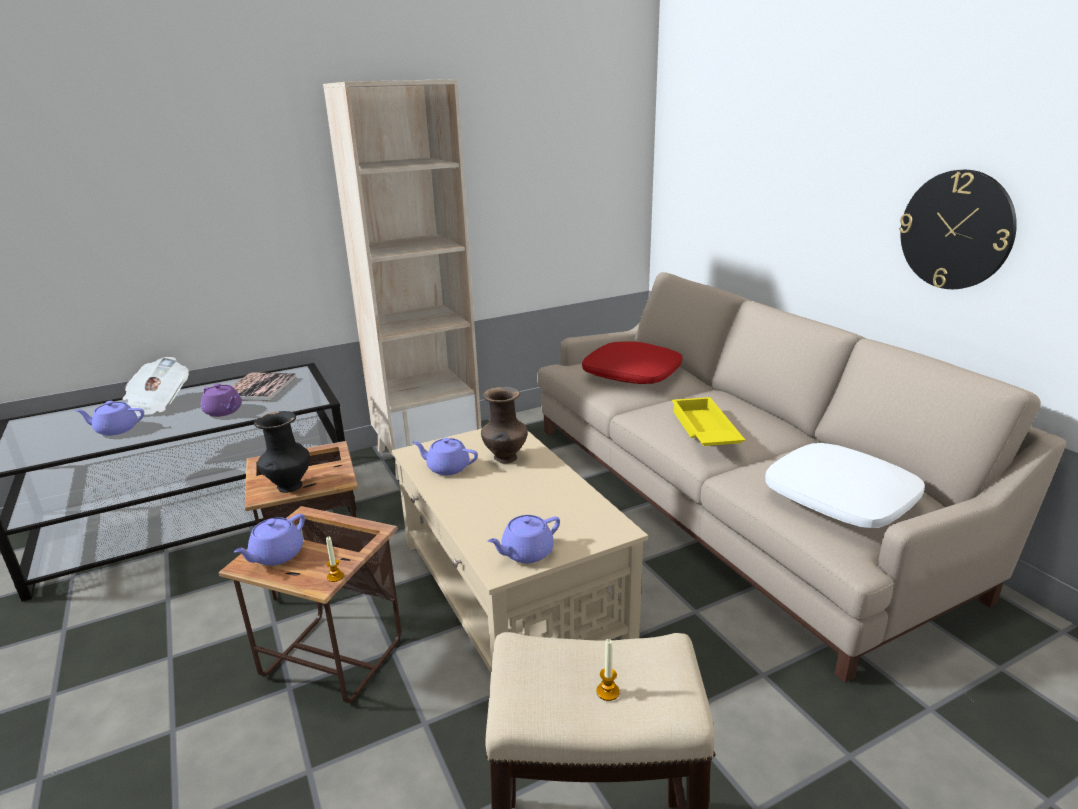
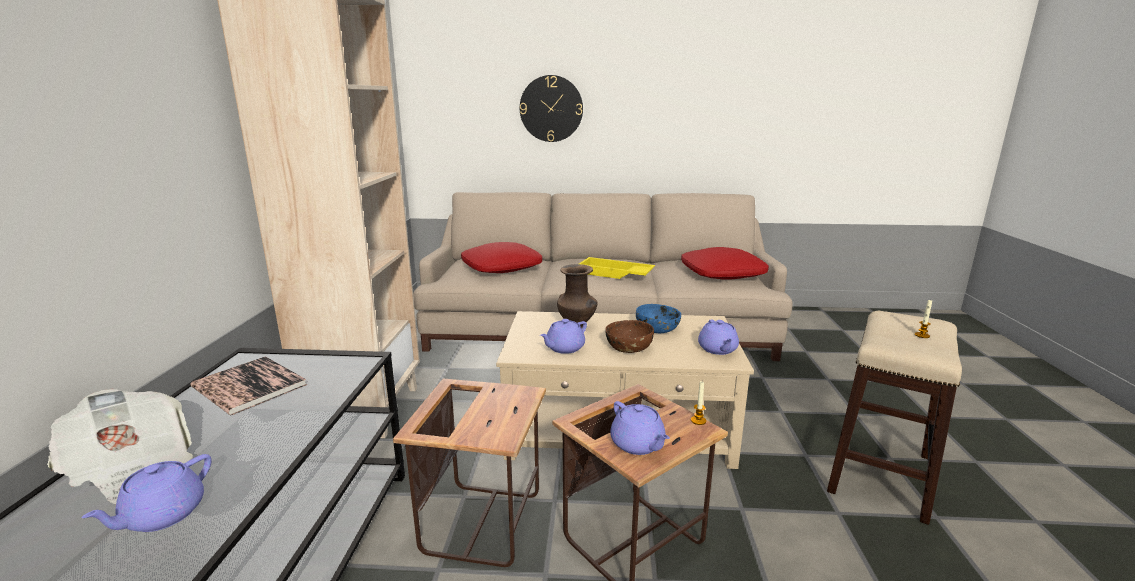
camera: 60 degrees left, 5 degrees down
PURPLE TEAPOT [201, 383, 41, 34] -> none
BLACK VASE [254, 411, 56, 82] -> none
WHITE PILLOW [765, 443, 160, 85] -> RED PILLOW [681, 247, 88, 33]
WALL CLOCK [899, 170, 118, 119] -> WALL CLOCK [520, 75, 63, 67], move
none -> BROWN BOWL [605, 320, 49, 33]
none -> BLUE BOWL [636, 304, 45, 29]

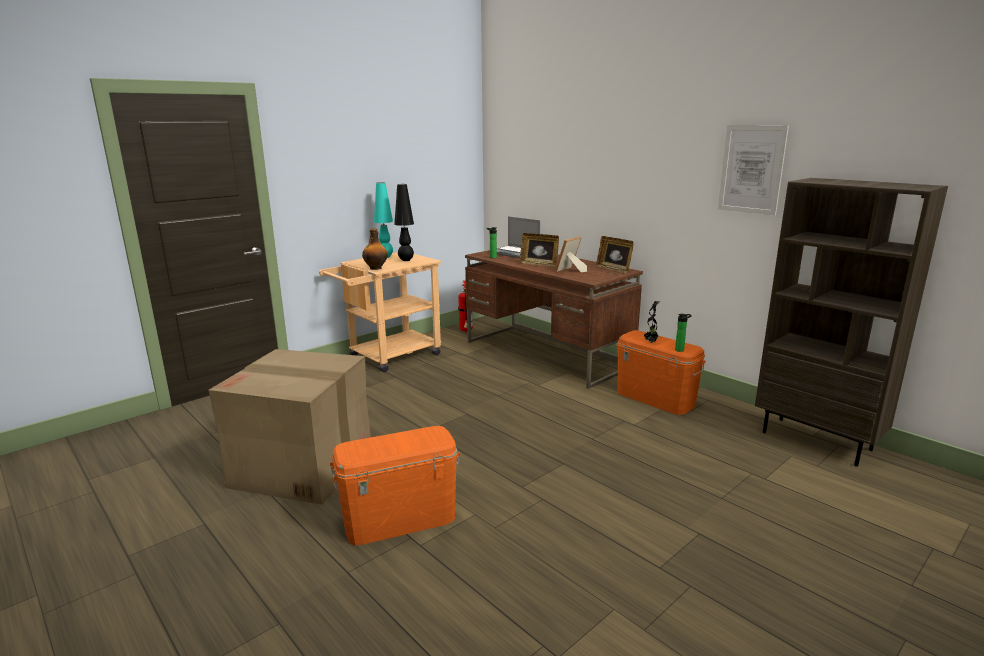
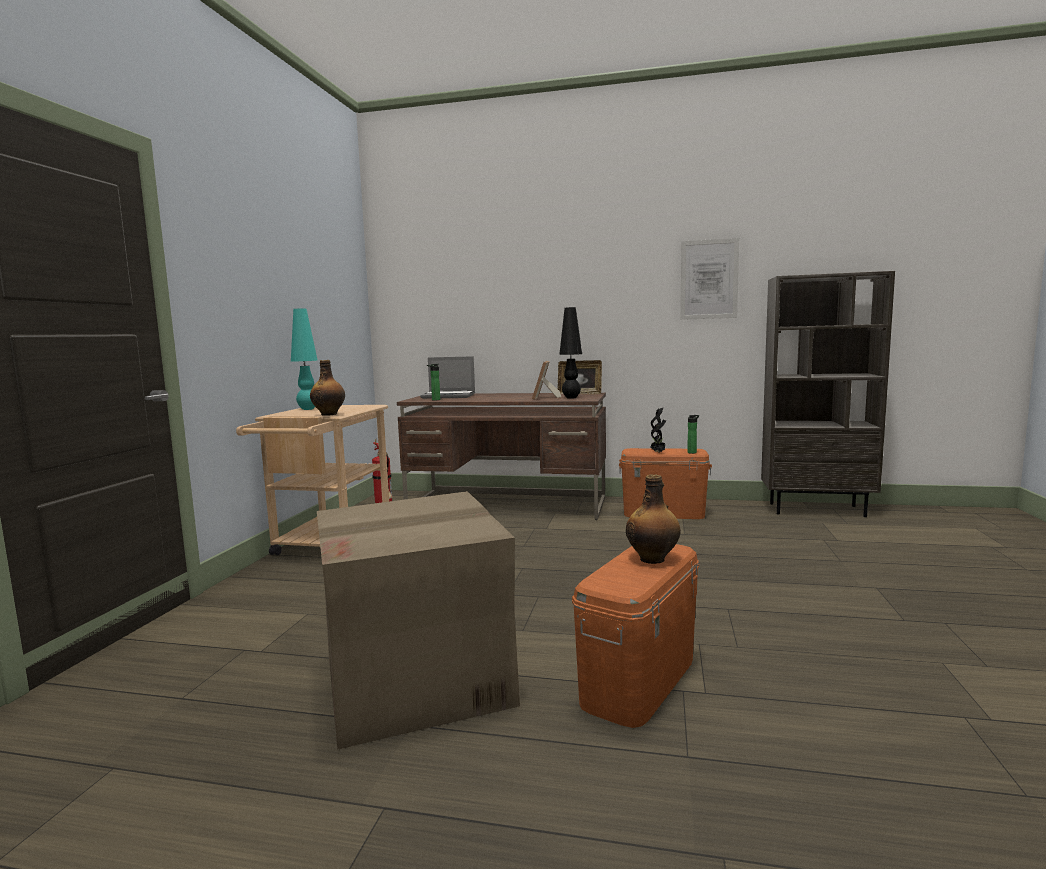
camera: 35 degrees left, 10 degrees down
BLACK TABLE LAMP [394, 184, 20, 77] -> BLACK TABLE LAMP [559, 307, 23, 92], move
PICTURE FRAME [520, 233, 39, 34] -> none
none -> BOTTLE [626, 474, 55, 90]

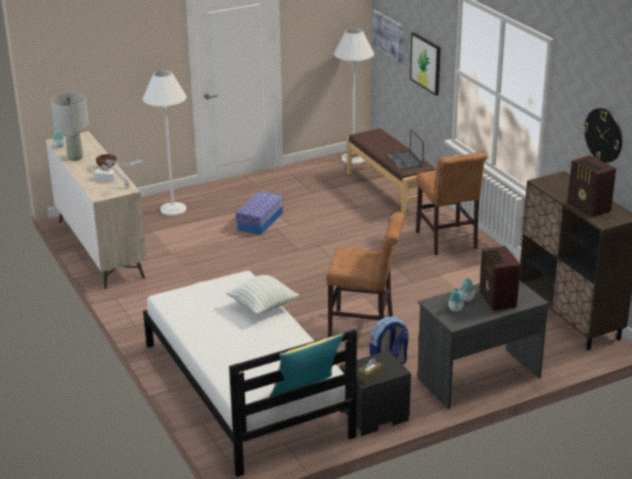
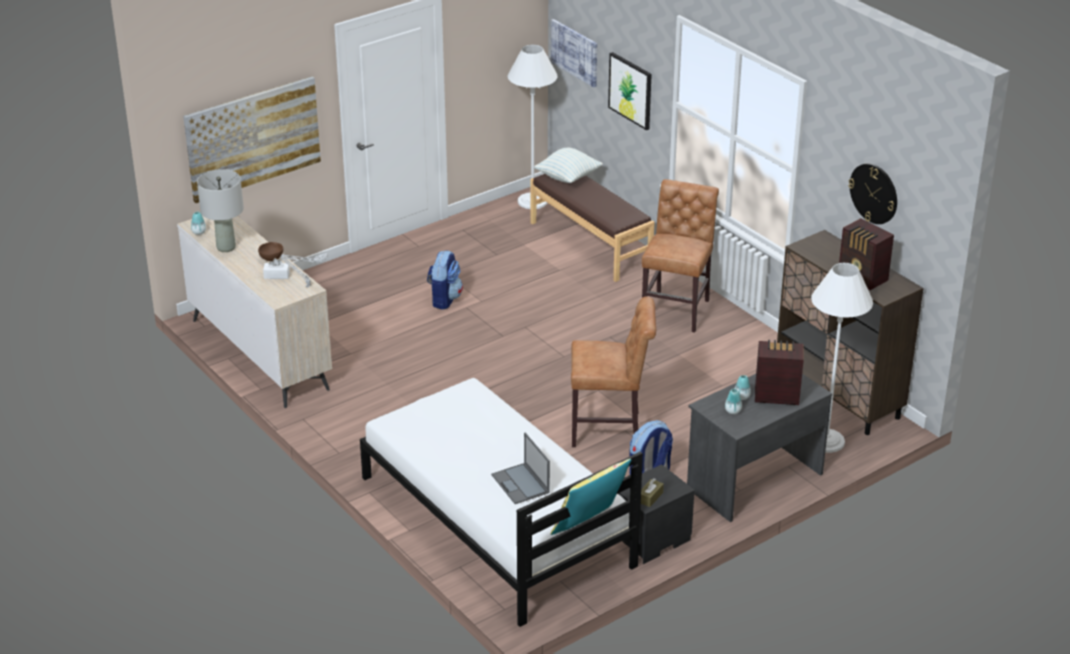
camera: 10 degrees left, 5 degrees up
WHITE FLOOR LAMP [143, 70, 44, 146] -> WHITE FLOOR LAMP [811, 263, 62, 190], move
PILLOW [226, 275, 73, 39] -> PILLOW [534, 148, 69, 35], move
STORAGE BOX [236, 191, 47, 44] -> BACKPACK [427, 250, 36, 60]
LAPTOP [387, 128, 37, 42] -> LAPTOP [491, 432, 59, 72], move
BROWN CHAIR [416, 152, 71, 103] -> BROWN CHAIR [642, 179, 77, 154], 135 degrees counterclockwise
RADIO [479, 246, 41, 65] -> RADIO [755, 340, 49, 65], 120 degrees clockwise
none -> PICTURE [183, 76, 138, 127]

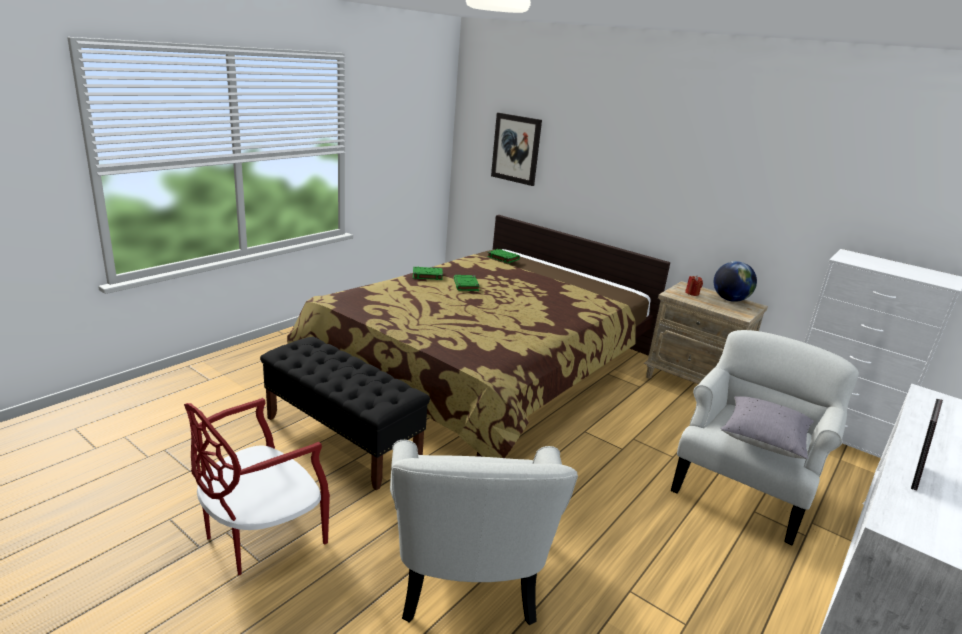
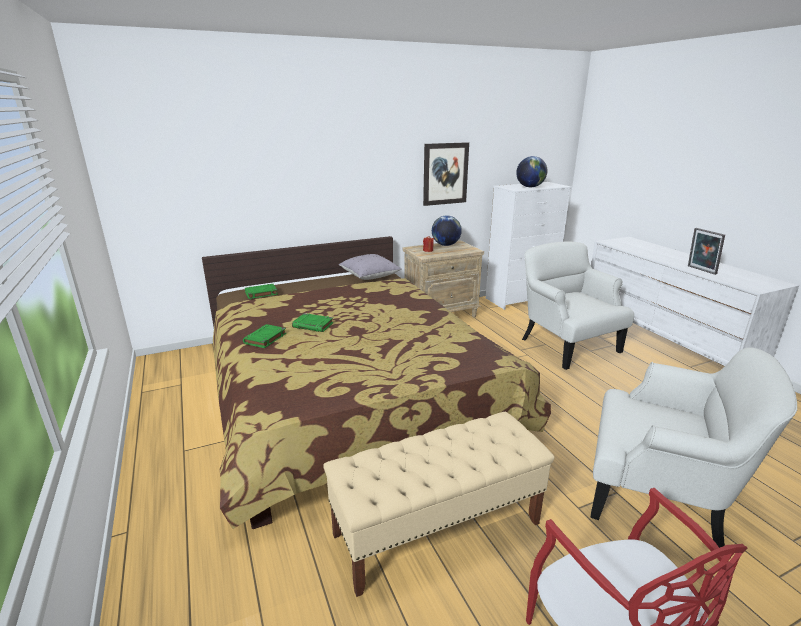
camera: 60 degrees left, 0 degrees up
BLACK BENCH [260, 337, 170, 154] -> BEIGE BENCH [323, 412, 231, 185]
PICTURE [491, 113, 51, 73] -> PICTURE [423, 142, 46, 64], move
GREY PILLOW [721, 396, 93, 63] -> GREY PILLOW [339, 254, 63, 26], move
none -> GLOBE [516, 156, 31, 31]

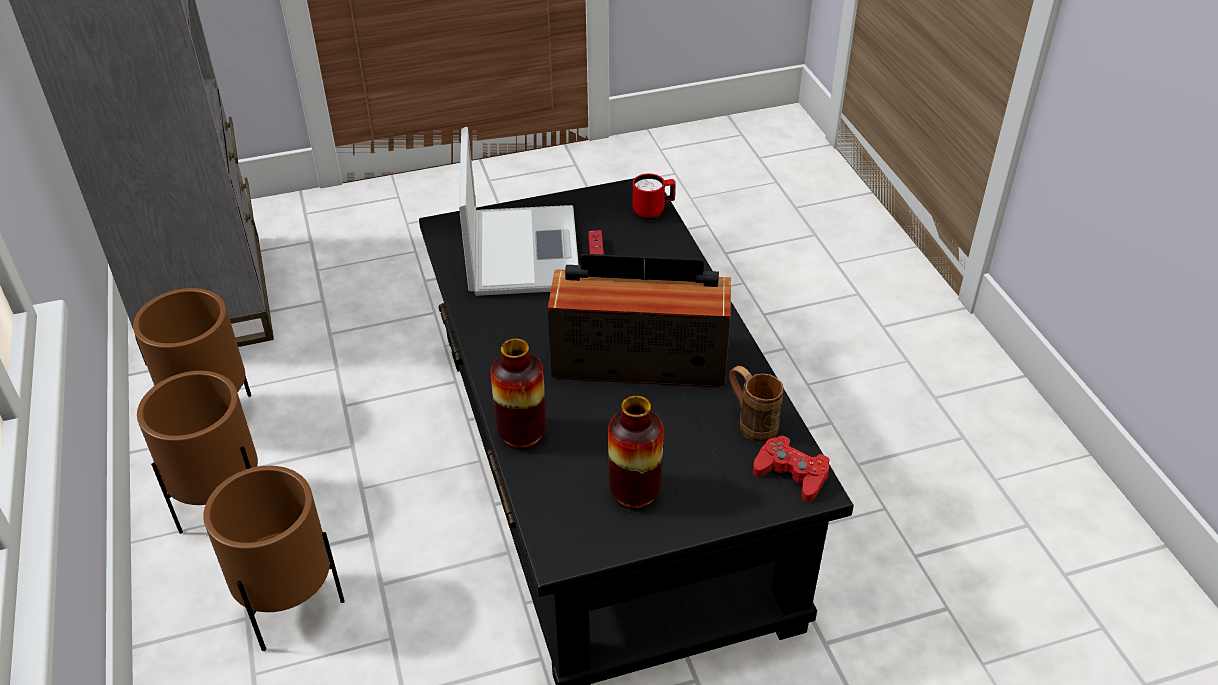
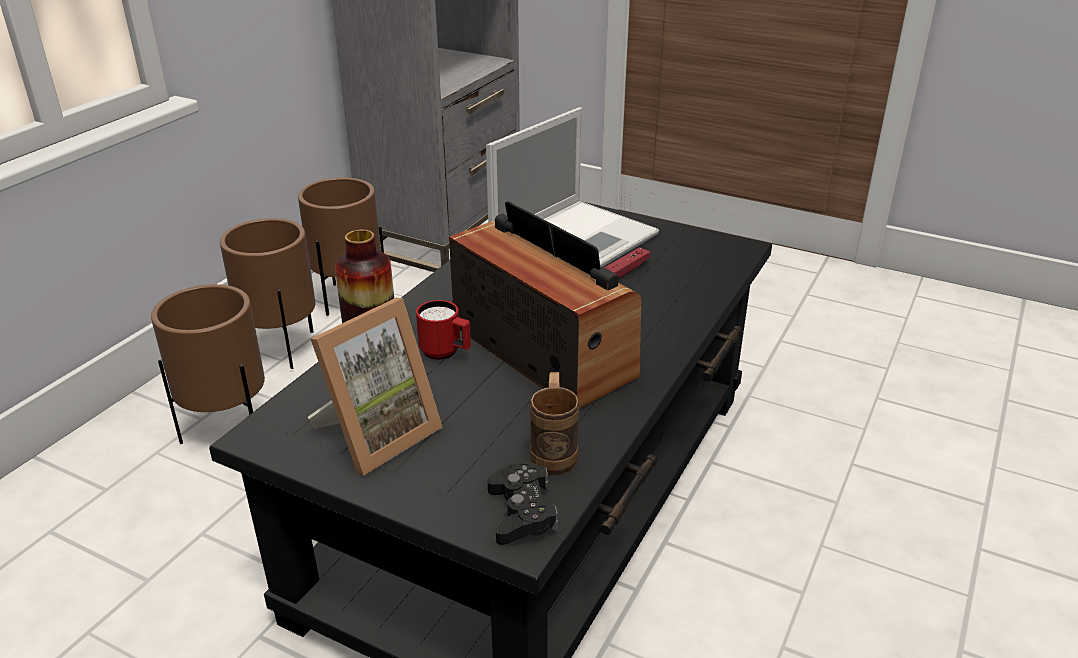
camera: 45 degrees right, 10 degrees down
VASE [608, 396, 55, 114] -> PICTURE FRAME [308, 298, 135, 178]
RED MUG [633, 174, 43, 46] -> RED MUG [416, 300, 55, 60], move
RED GAME CONTROLLER [753, 436, 77, 66] -> BLACK GAME CONTROLLER [488, 462, 70, 83]

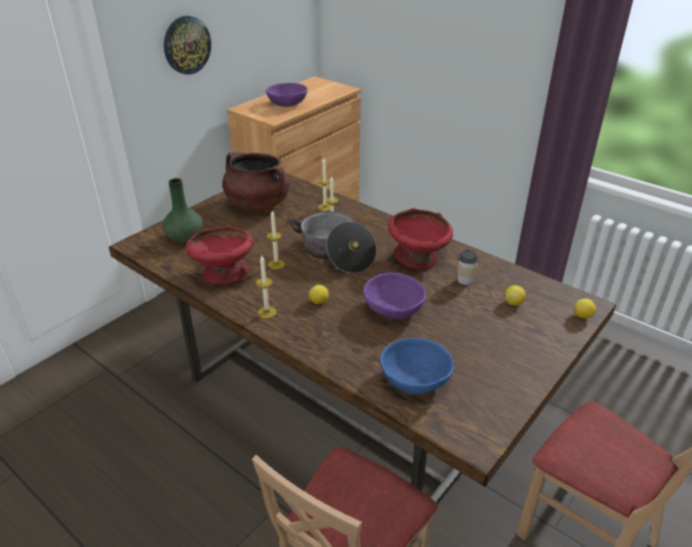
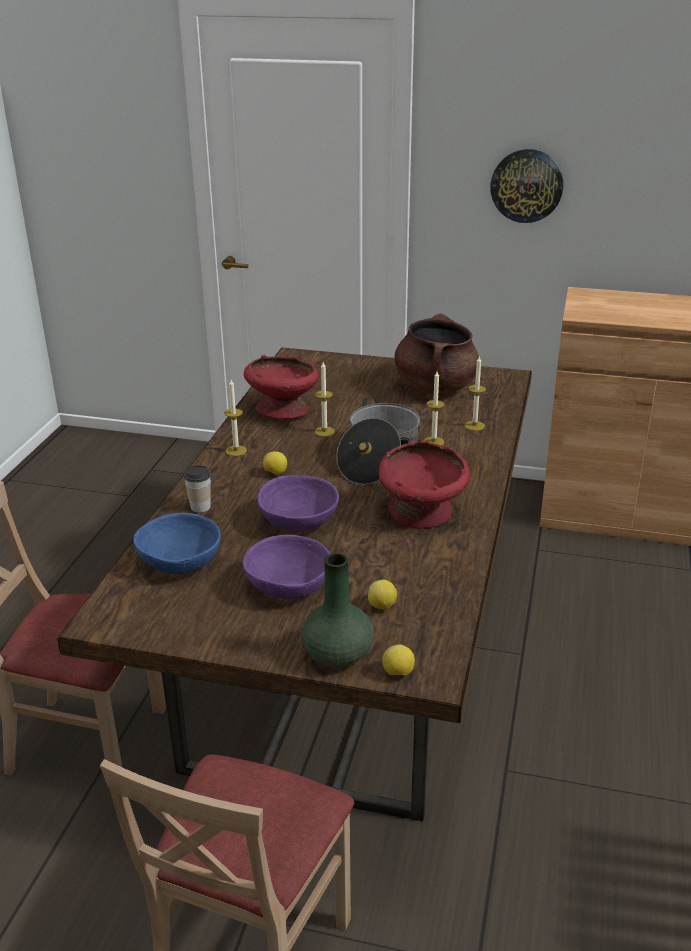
camera: 65 degrees right, 5 degrees down
GREEN VASE [162, 178, 41, 65] -> GREEN VASE [301, 553, 73, 115], move
PURPLE BOWL [266, 83, 42, 24] -> PURPLE BOWL [242, 535, 88, 64], move
CUP [458, 250, 21, 35] -> CUP [184, 465, 27, 47], move

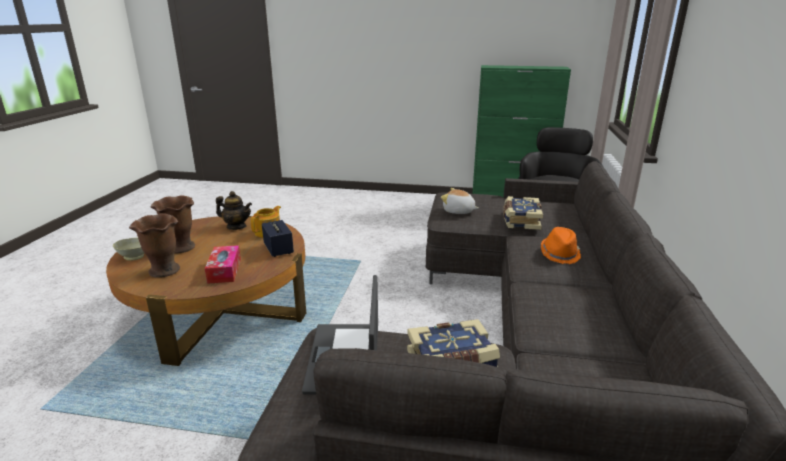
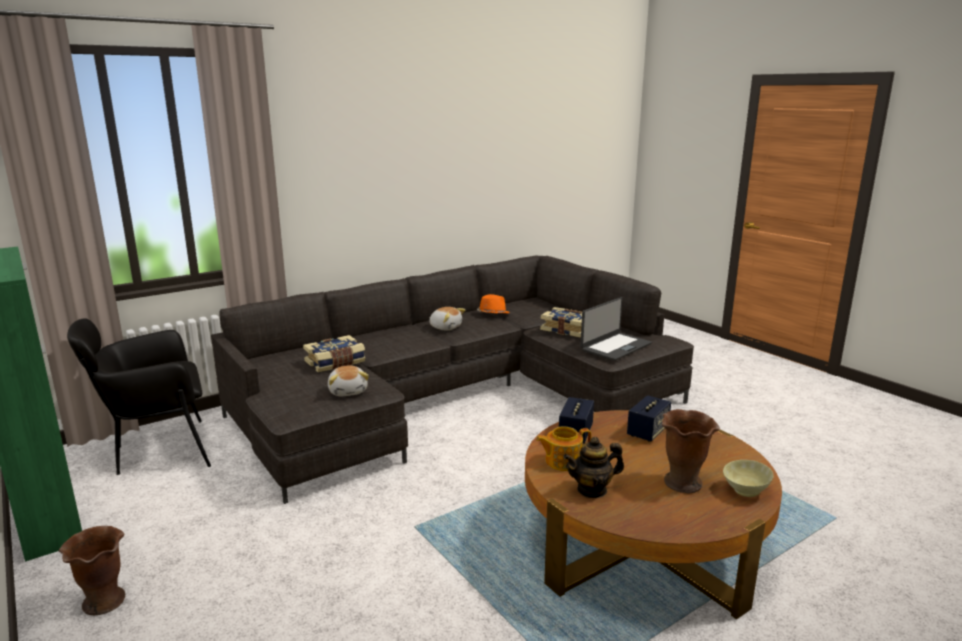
camera: 135 degrees left, 5 degrees down
BROWN VASE [129, 213, 51, 65] -> BROWN VASE [59, 526, 66, 89], move
TISSUE BOX [205, 245, 36, 39] -> SPEAKER [627, 395, 44, 47]
TEAPOT [216, 191, 36, 39] -> TEAPOT [563, 437, 61, 61], 75 degrees counterclockwise
ORANGE HAT [541, 227, 40, 37] -> ORANGE HAT [477, 294, 33, 19], move
none -> PLUSH TOY [429, 307, 36, 23]

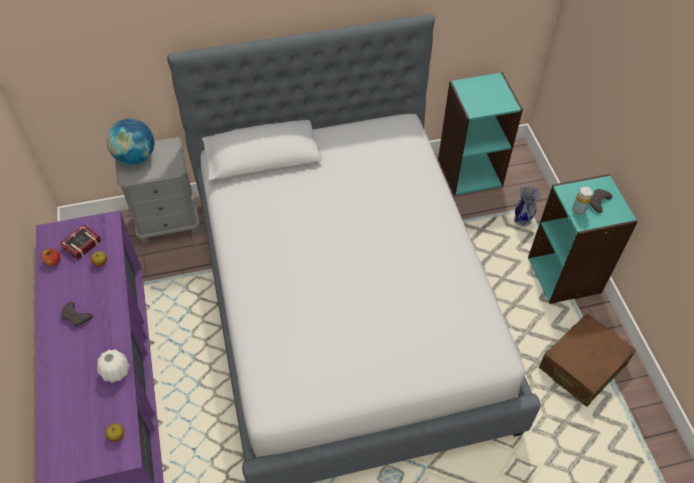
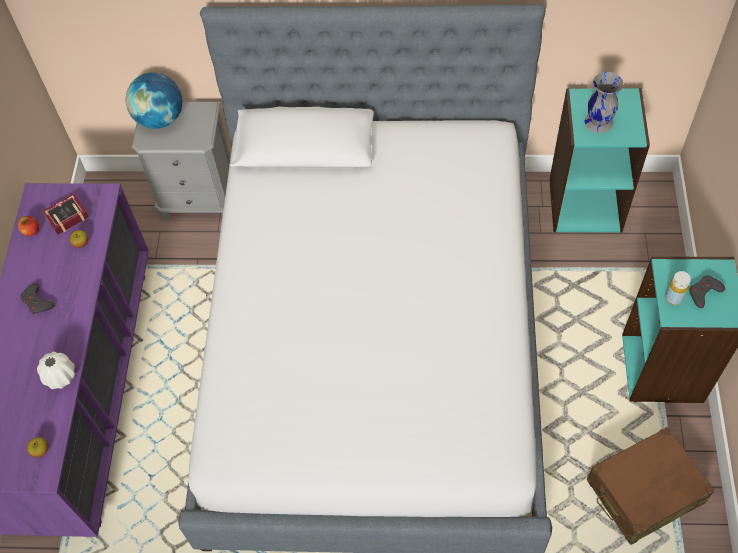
camera: 20 degrees right, 5 degrees up
GREY VASE [514, 187, 27, 40] -> GREY VASE [585, 72, 38, 61], move

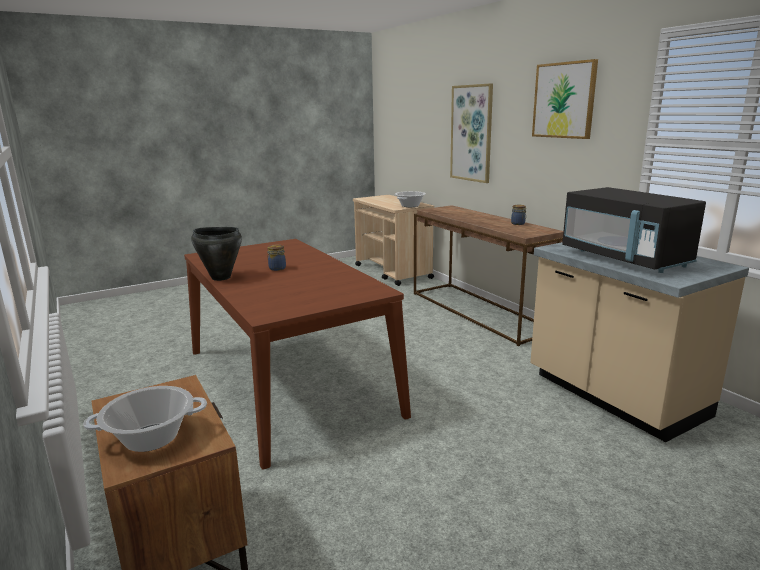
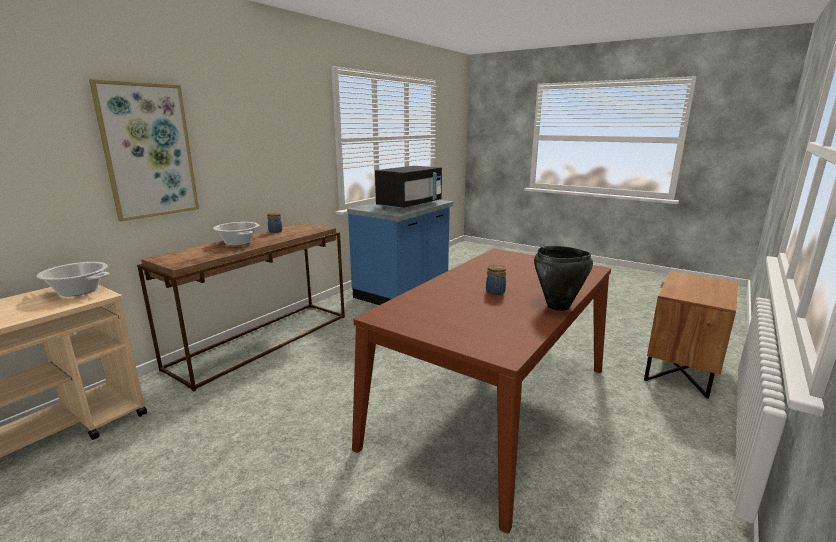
camera: 115 degrees left, 0 degrees up
COOKING POT [83, 386, 124, 66] -> COOKING POT [213, 222, 46, 24], move
BEIGE COUNTER [530, 242, 219, 200] -> BLUE COUNTER [347, 200, 106, 105]
PICTURE [532, 59, 66, 80] -> none

